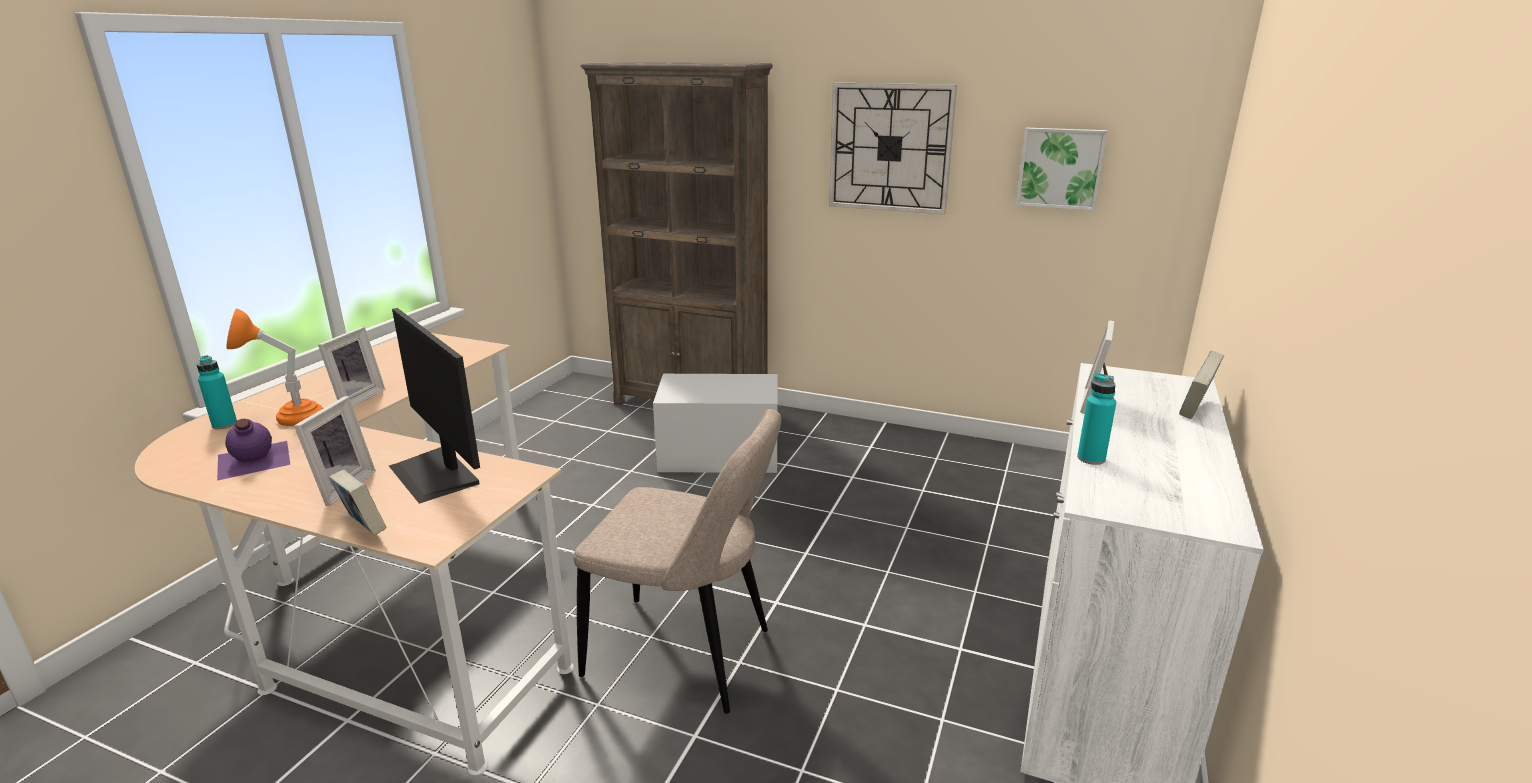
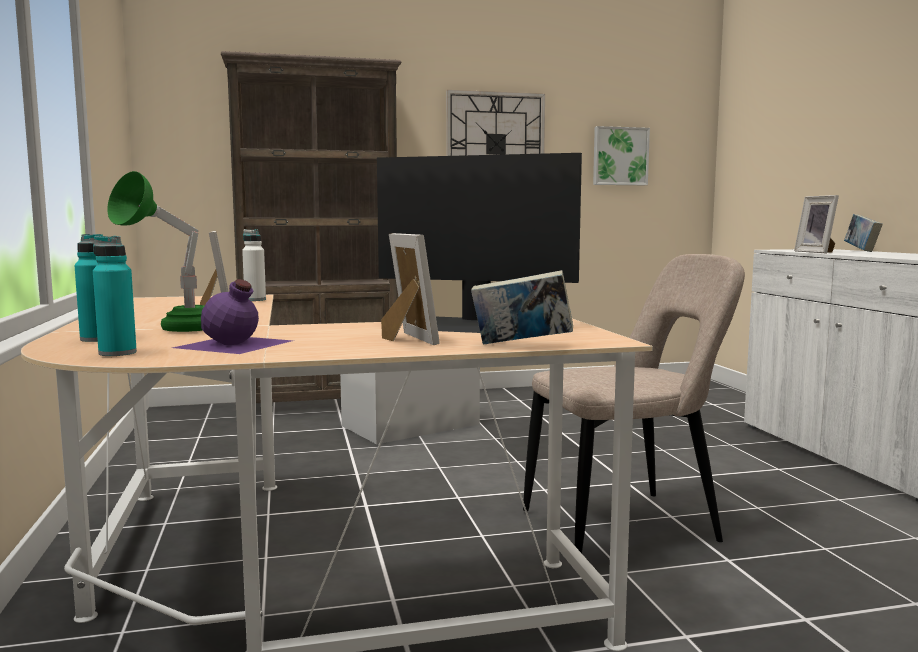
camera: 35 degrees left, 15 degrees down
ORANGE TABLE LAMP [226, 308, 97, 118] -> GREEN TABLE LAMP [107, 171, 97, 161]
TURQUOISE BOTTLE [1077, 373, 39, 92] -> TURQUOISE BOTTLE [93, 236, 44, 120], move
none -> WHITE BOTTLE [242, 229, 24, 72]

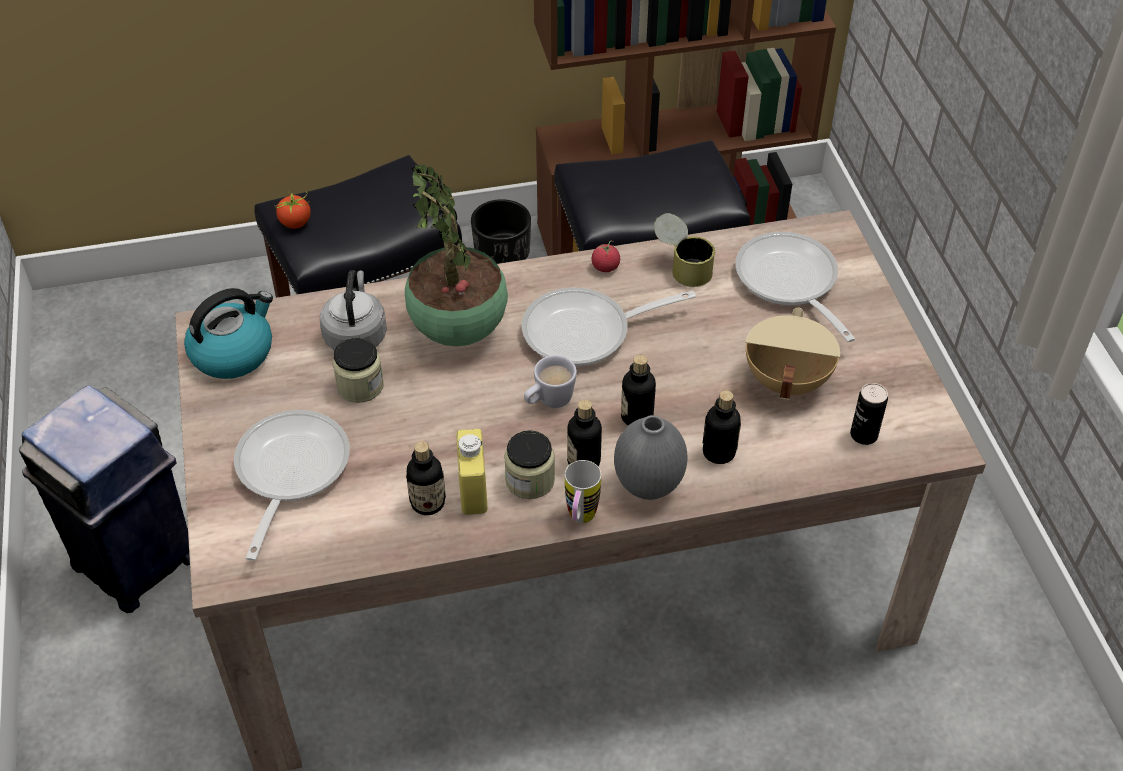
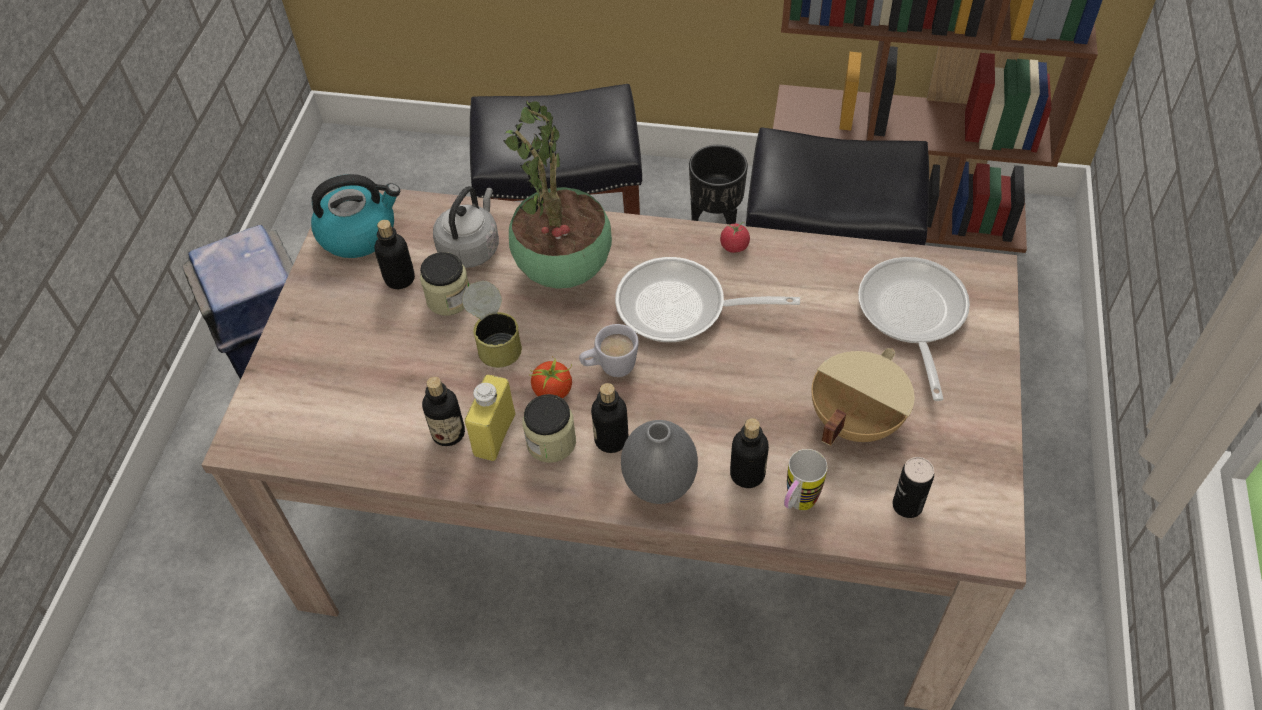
camera: 25 degrees right, 5 degrees up
FRYING PAN [234, 410, 116, 151] -> none
TOMATO [276, 192, 35, 37] -> TOMATO [530, 356, 42, 42], move
MUG [565, 460, 36, 63] -> MUG [784, 449, 43, 61], move
BOTTLE [621, 355, 35, 71] -> BOTTLE [375, 220, 40, 69], move
CAN [654, 213, 61, 74] -> CAN [462, 281, 60, 87], move

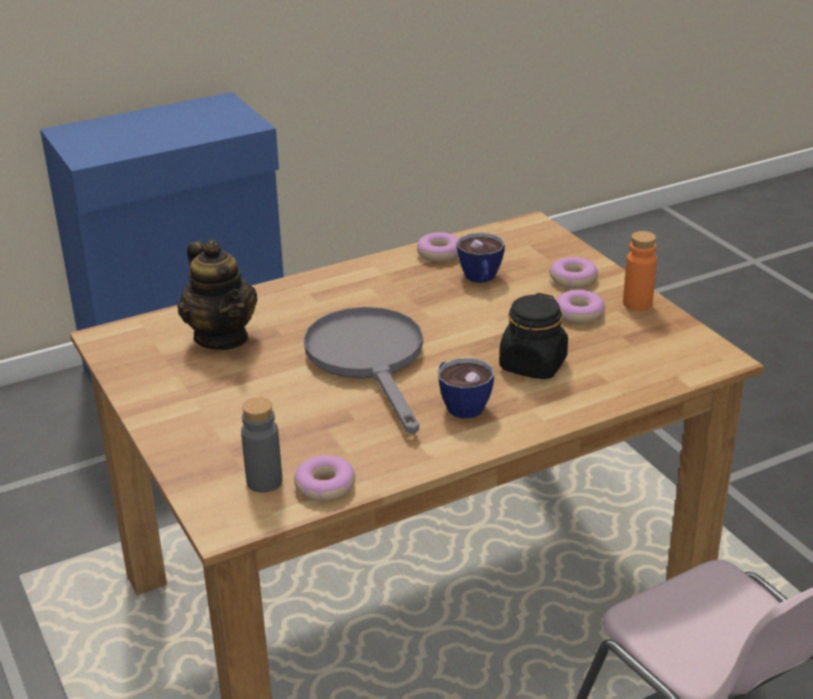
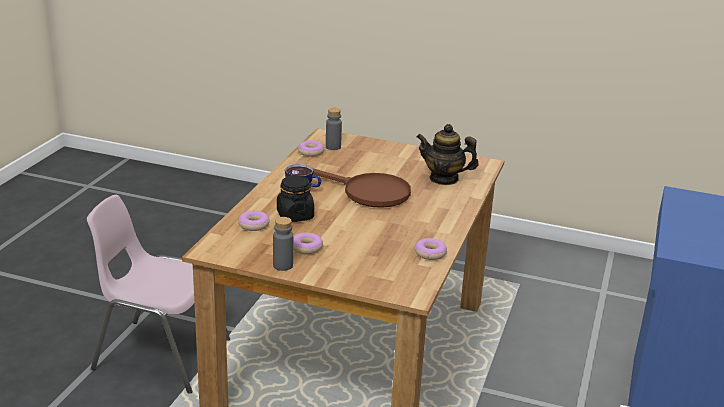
camera: 135 degrees right, 5 degrees down
GREY FRYING PAN [304, 307, 119, 127] -> BROWN FRYING PAN [313, 169, 98, 39]
CUP [457, 233, 48, 50] -> none
DONUT [549, 257, 49, 31] -> DONUT [238, 211, 32, 20], move
ORANGE BOTTLE [623, 231, 34, 80] -> GREY BOTTLE [273, 217, 20, 54]

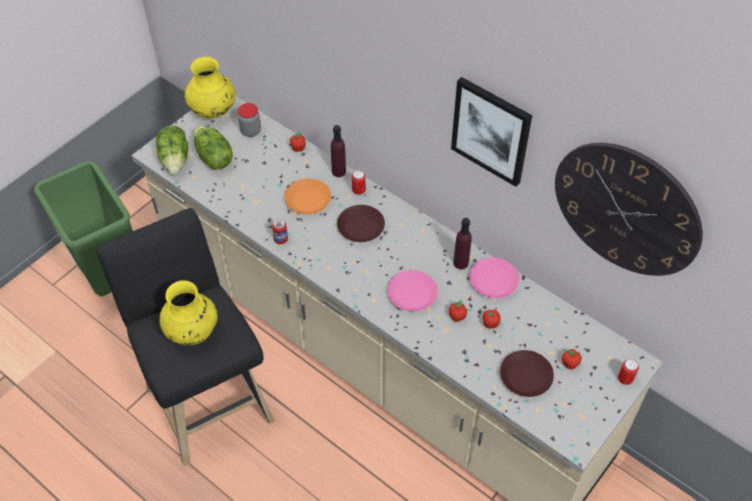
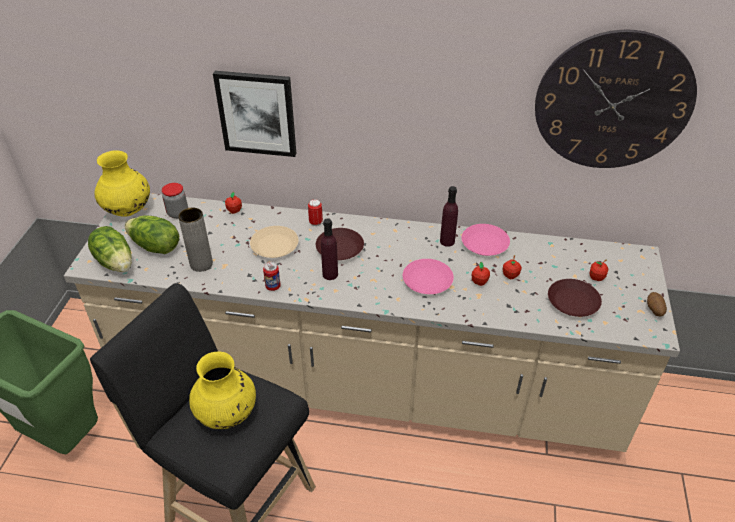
camera: 30 degrees left, 10 degrees down
ORANGE PLATE [285, 179, 46, 35] -> BEIGE PLATE [250, 226, 49, 32]
PURPLE BOTTLE [331, 125, 15, 52] -> PURPLE BOTTLE [321, 218, 17, 62], move
PICTURE [451, 77, 81, 110] -> PICTURE [213, 71, 84, 86], move
CAN [618, 359, 21, 26] -> none
none -> GREY VASE [178, 208, 35, 64]
none -> POTATO [647, 292, 20, 24]

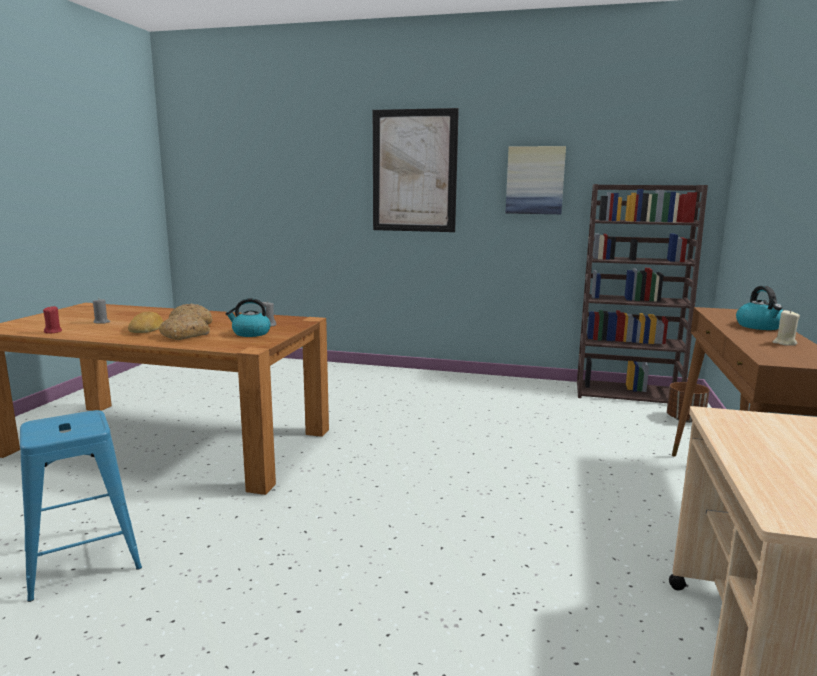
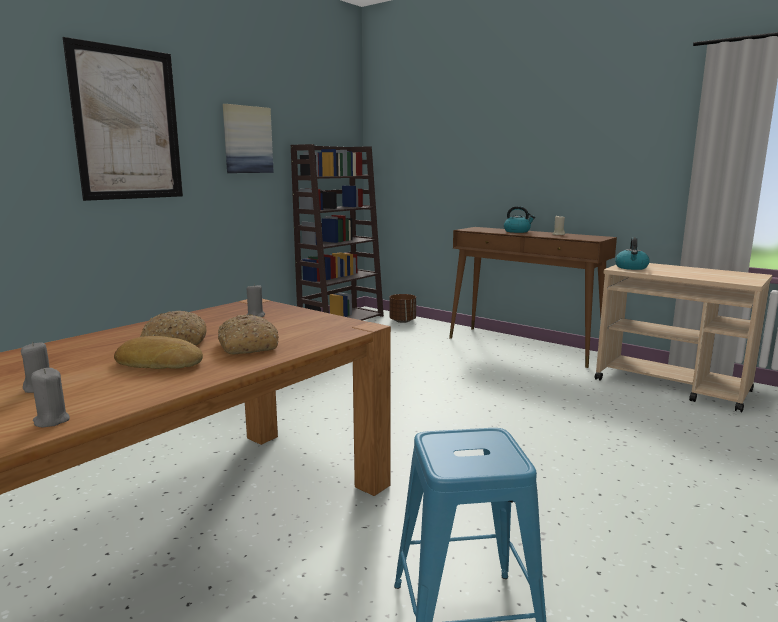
camera: 65 degrees left, 0 degrees up
RED CANDLE [43, 306, 19, 27] -> GREY CANDLE [31, 368, 39, 59]
KETTLE [226, 298, 45, 39] -> KETTLE [615, 237, 35, 33], move

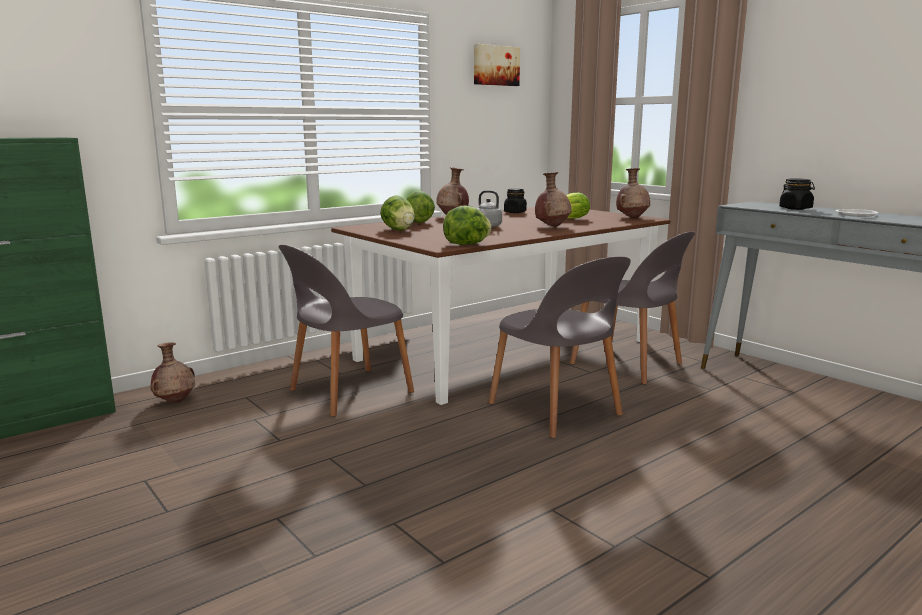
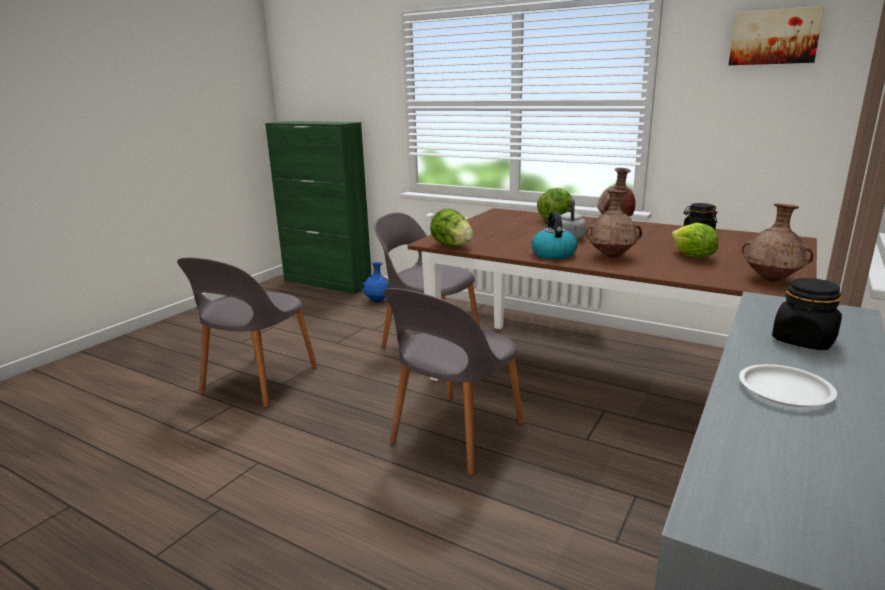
camera: 70 degrees right, 5 degrees up
BROWN VASE [150, 343, 45, 59] -> BLUE VASE [361, 262, 29, 40]
LETTUCE [380, 195, 35, 36] -> none
GREY CHAIR [570, 231, 125, 153] -> GREY CHAIR [177, 257, 141, 150], move
none -> KETTLE [531, 211, 47, 48]

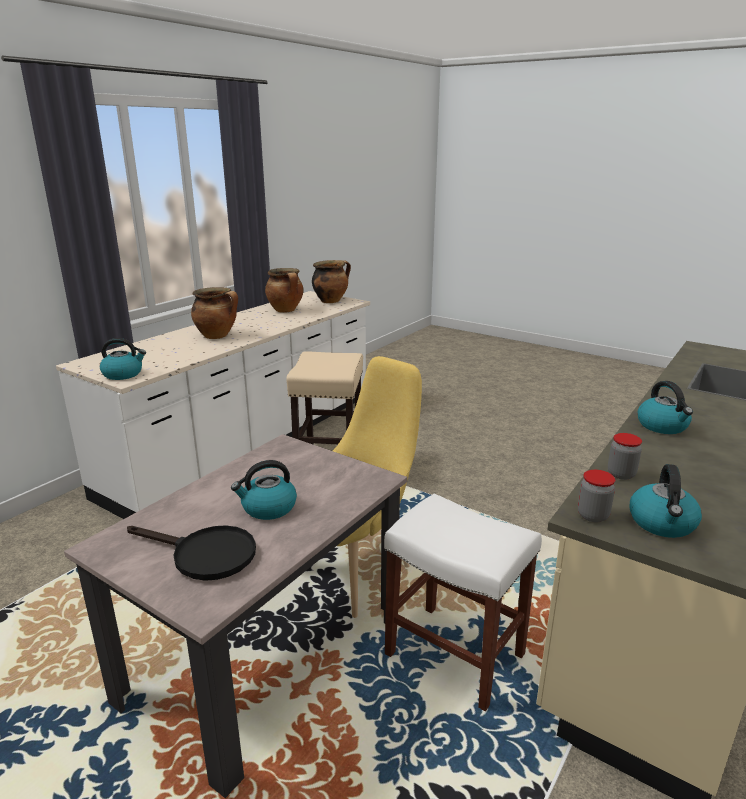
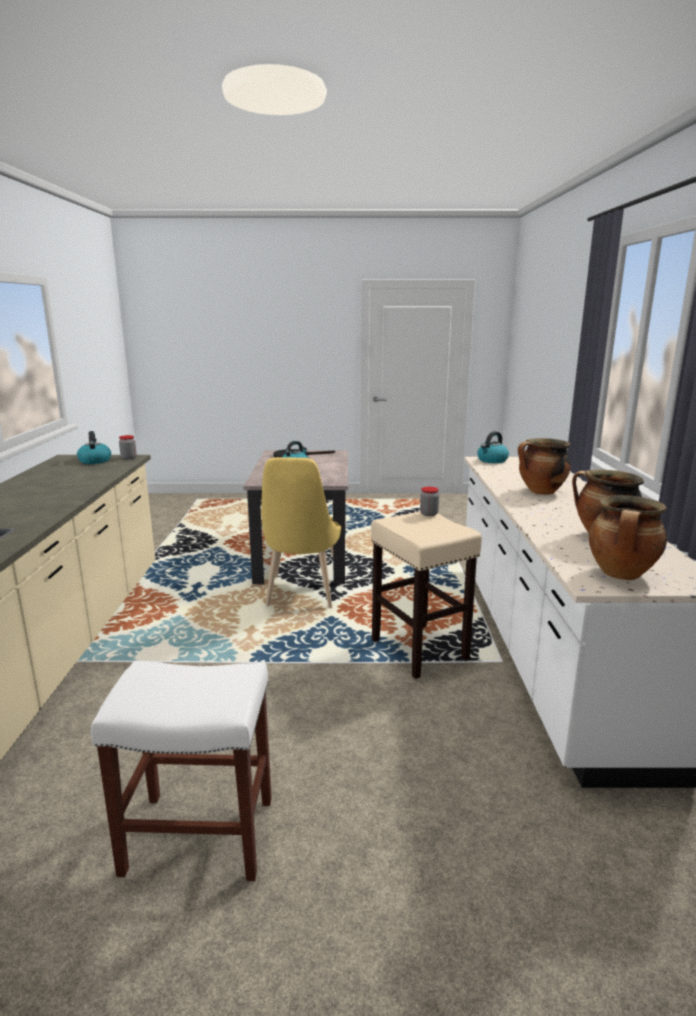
camera: 145 degrees right, 5 degrees down
WHITE STOOL [384, 493, 158, 218] -> WHITE STOOL [91, 661, 181, 220], move
JAR [608, 433, 34, 47] -> JAR [420, 487, 19, 29], move
KETTLE [638, 381, 55, 53] -> none

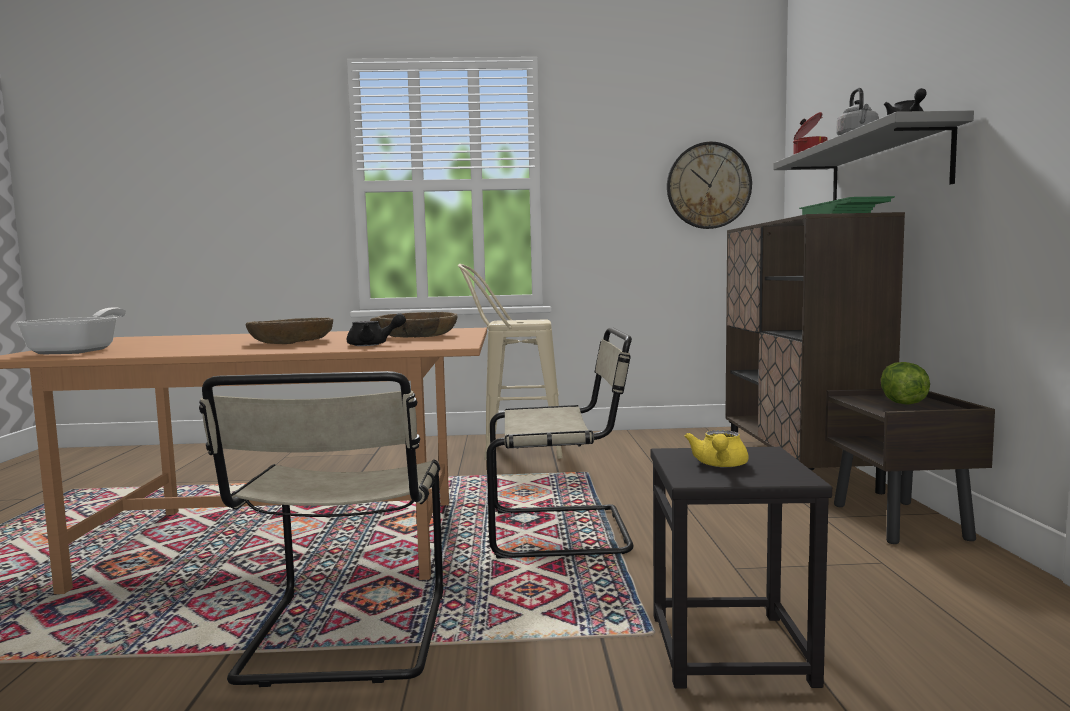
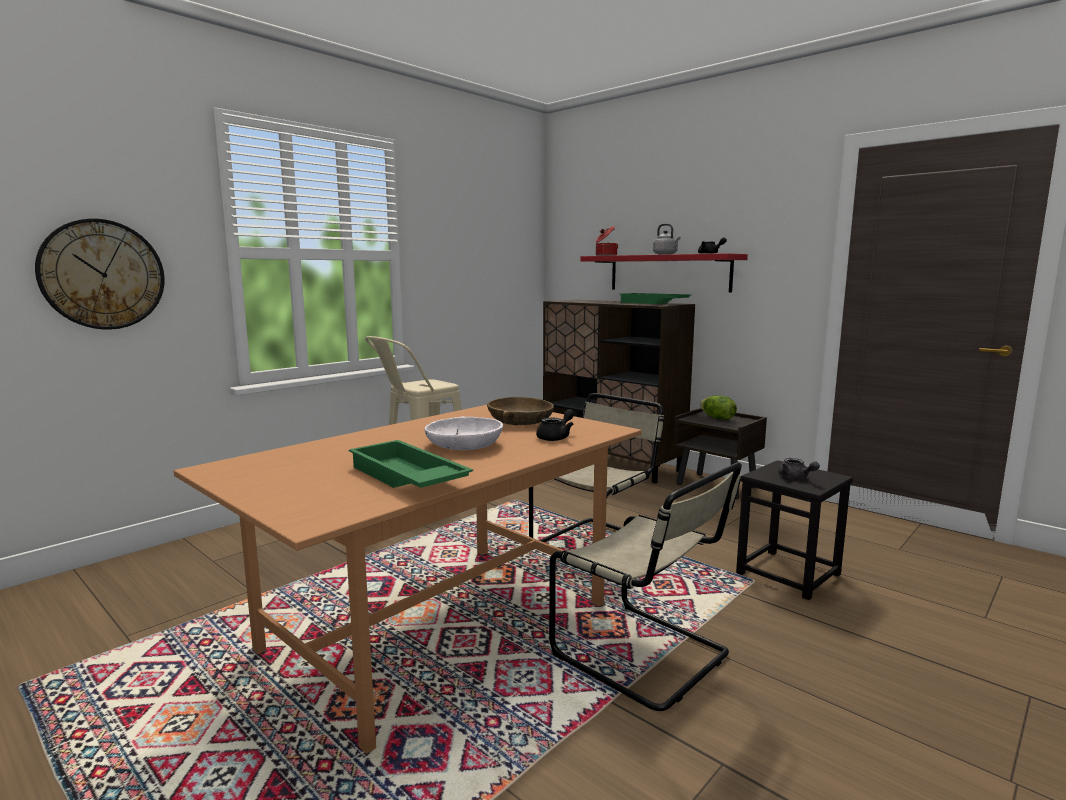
camera: 45 degrees left, 5 degrees up
FRYING PAN [16, 307, 110, 47] -> none
BROWN BOWL [246, 318, 87, 26] -> WHITE BOWL [425, 416, 78, 34]
WALL CLOCK [667, 142, 85, 87] -> WALL CLOCK [35, 219, 130, 110], move
YELLOW TEAPOT [685, 430, 63, 38] -> GREY TEAPOT [778, 458, 42, 21]
GREY SHELF [773, 111, 201, 90] -> RED SHELF [581, 253, 167, 39]
none -> GREEN TRAY [349, 440, 124, 48]

